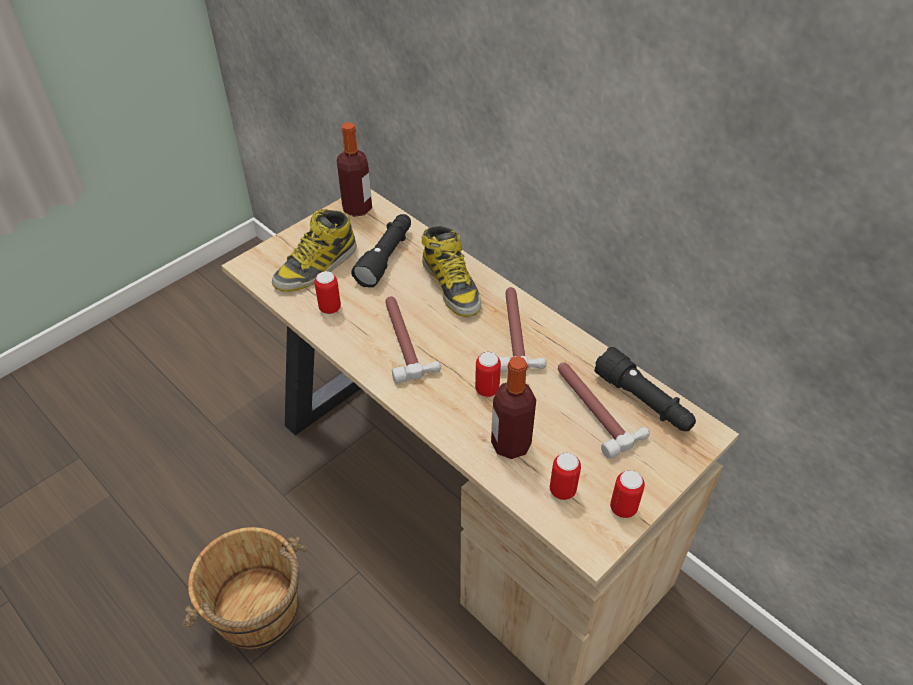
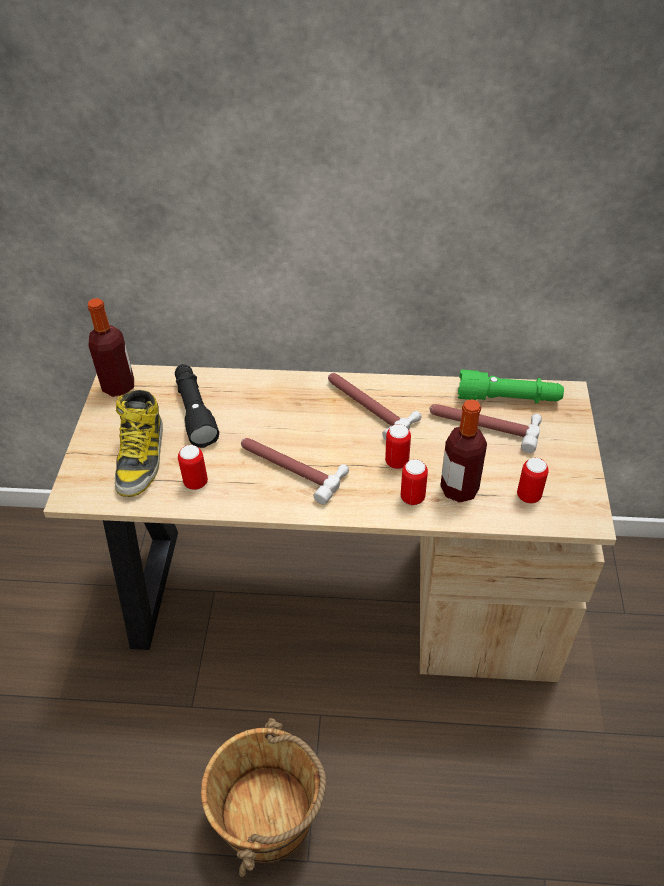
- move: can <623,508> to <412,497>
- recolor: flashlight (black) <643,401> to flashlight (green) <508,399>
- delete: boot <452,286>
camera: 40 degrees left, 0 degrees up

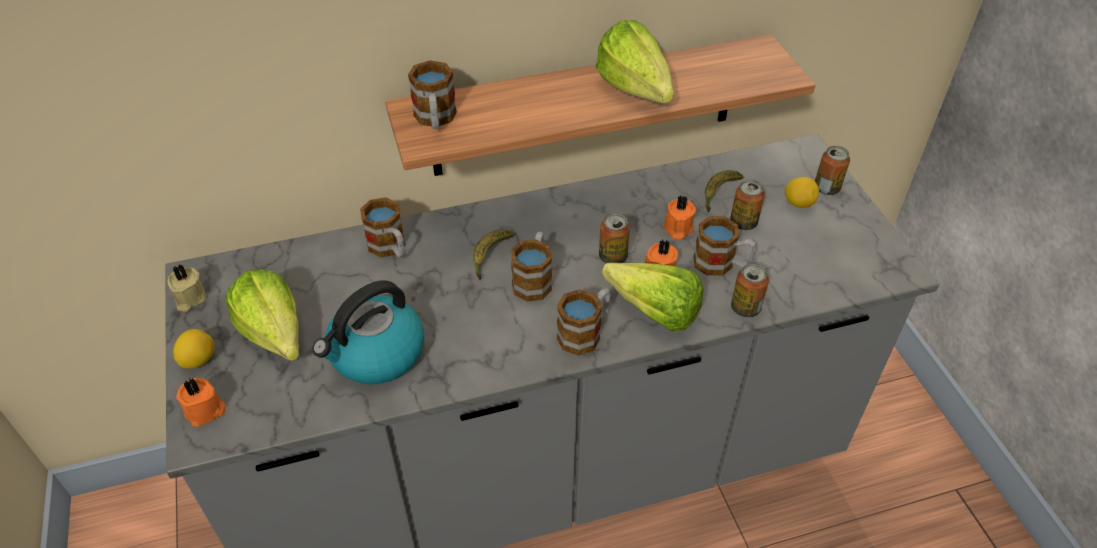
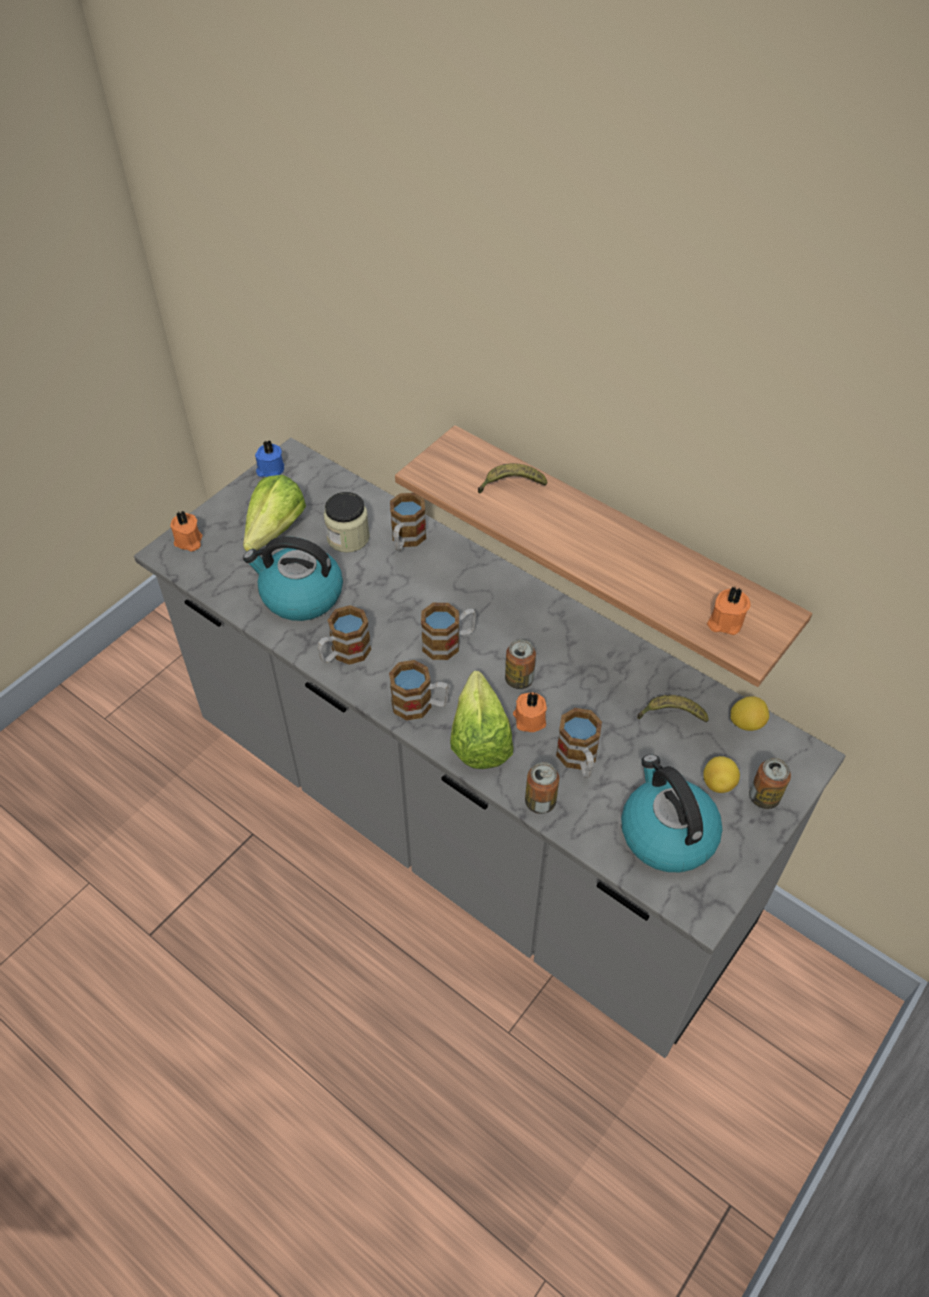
- recolor: candle (beige) <189,299> to candle (blue) <270,470>
- move: mug <435,119> to <344,653>
- insert: jar <348,537>
- move: banana <490,256> to <511,485>
- insert: kettle <666,833>
- move: candle (orange) <677,229> to <724,621>
- move: lemon <198,360> to <746,723>
- delete: lettuce <637,95>
- delete: can <743,223>
camera: 55 degrees right, 5 degrees up

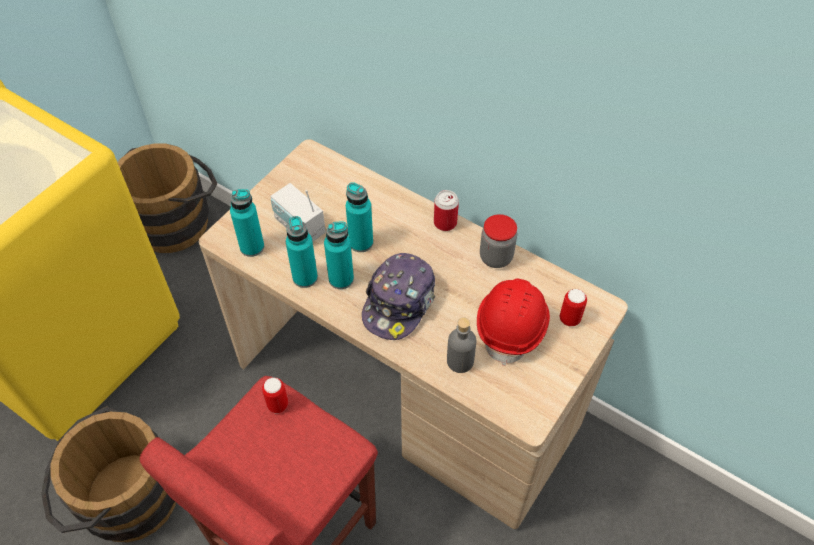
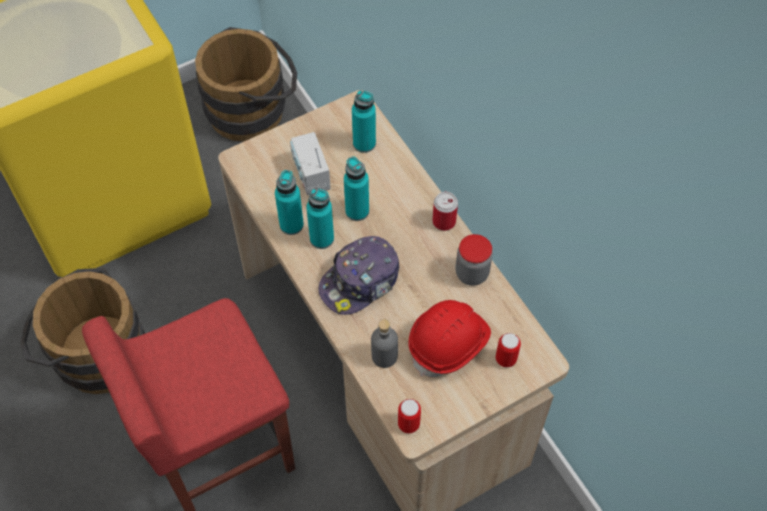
- move: bottle (turquoise) <252,247> to <364,143>
- move: can <278,405> to <408,424>
camera: 25 degrees right, 5 degrees up

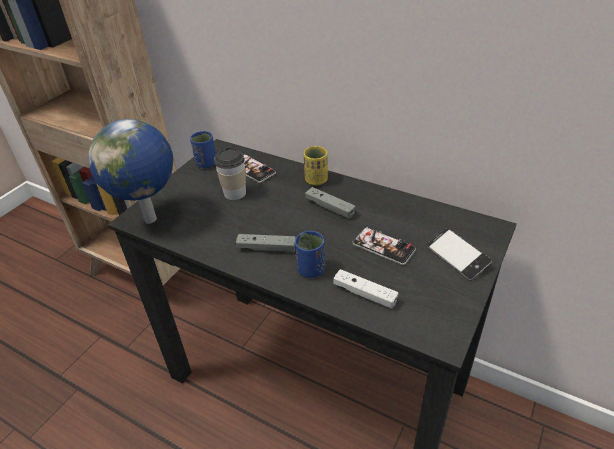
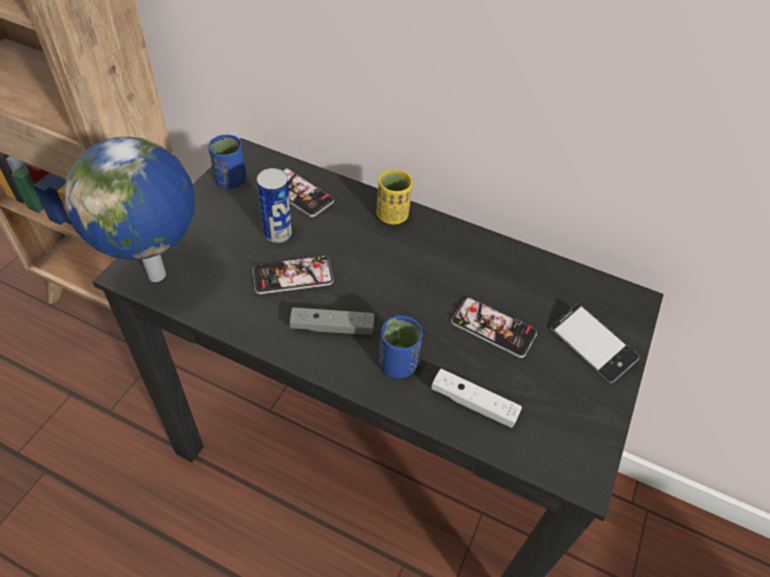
- insert: phone <292,276>
- replace: cup <235,193> to can <277,234>
- delete: game controller (grey) <329,207>
camera: 10 degrees left, 10 degrees up

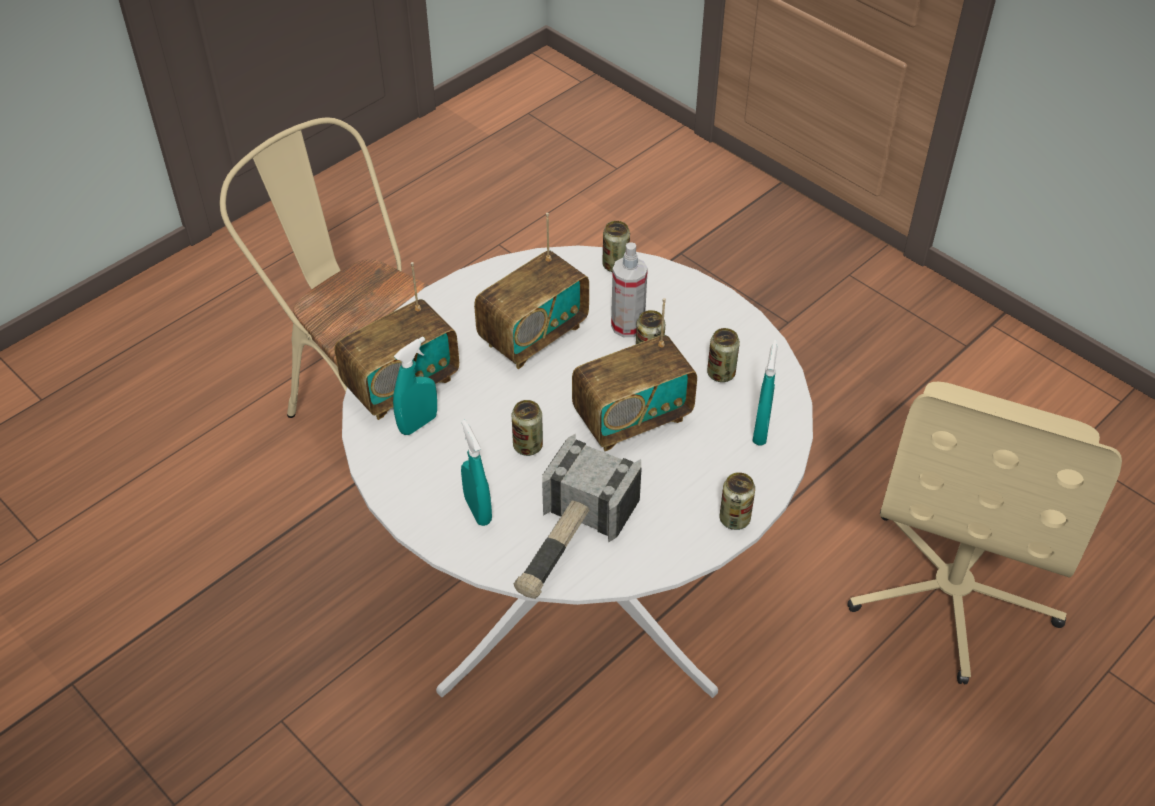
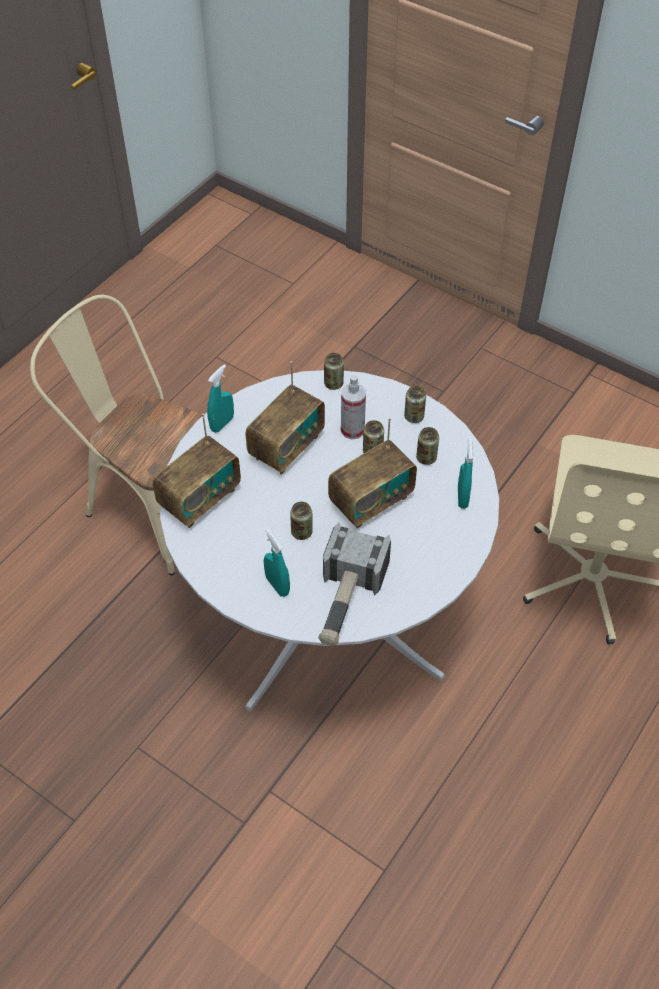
- move: spray bottle (turquoise) <418,423> to <222,424>
- move: can <734,519> to <414,416>
camera: 10 degrees left, 5 degrees up

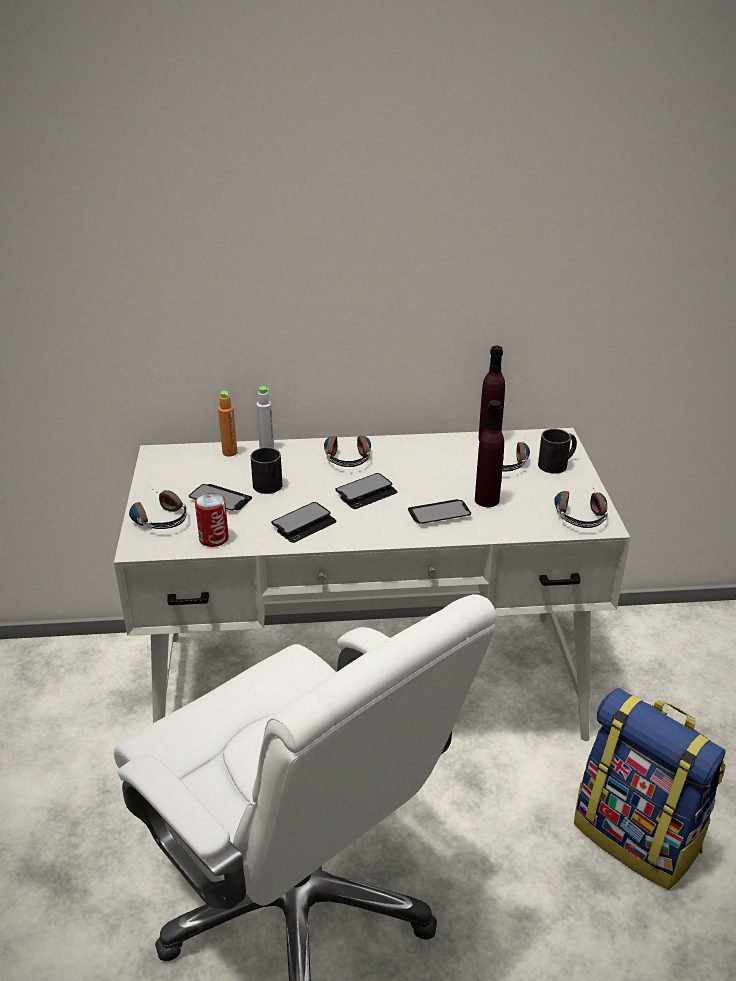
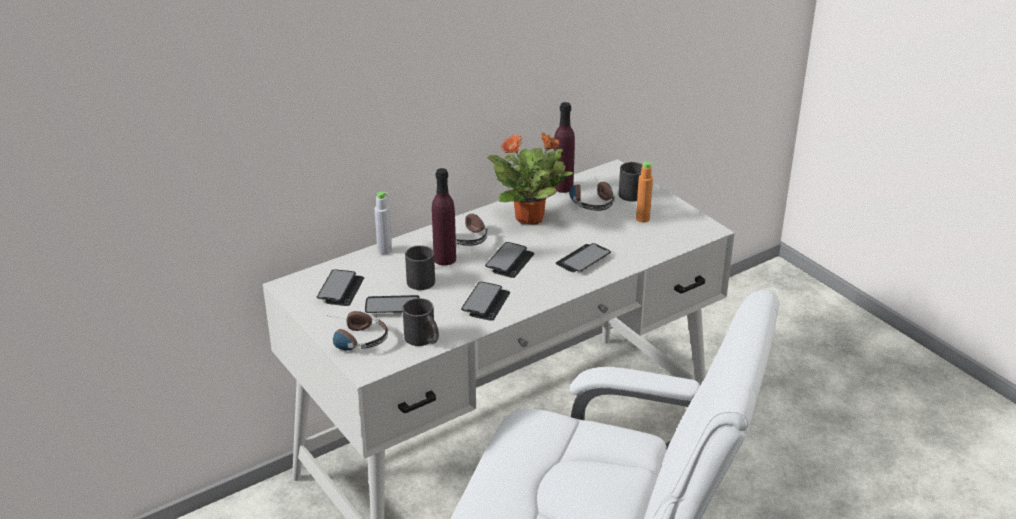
- insert: phone <341,289>
- replace: can <214,538> to mug (black) <423,339>
- move: bottle (purple) <487,500> to <444,259>
- insert: potted plant <530,218>
- move: bottle (orange) <229,452> to <642,219>
- delete: headphones <579,512>
- delete: backpack <638,837>
camera: 30 degrees left, 0 degrees up

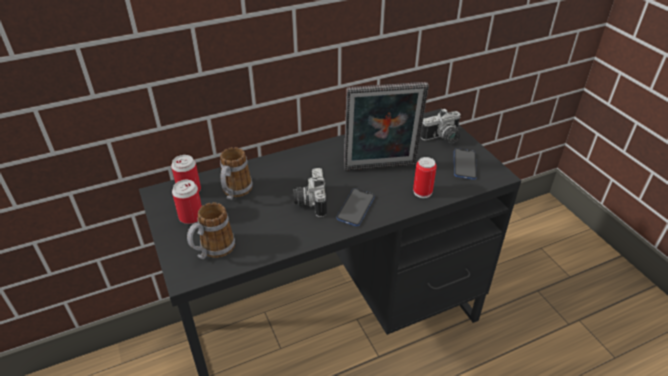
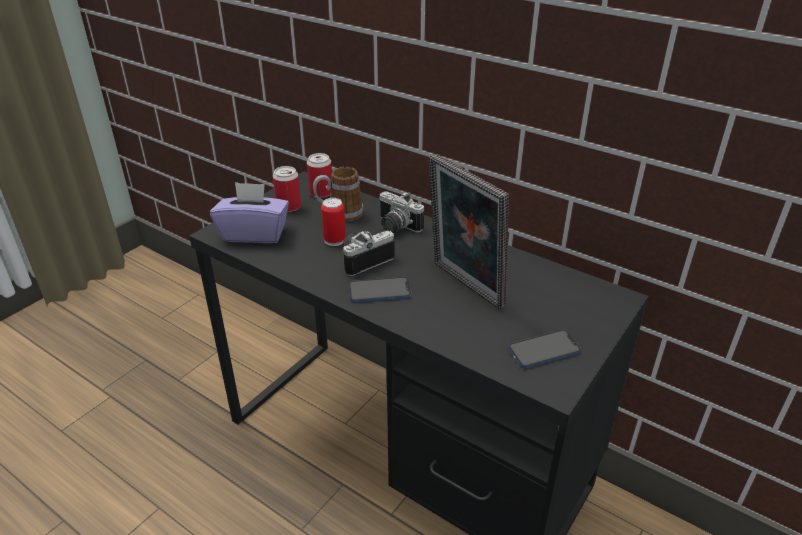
- replace: mug <213,250> to tissue box (purple) <254,233>
- move: can <422,192> to <334,240>
- move: photo camera <443,138> to <395,227>
camera: 60 degrees right, 5 degrees down

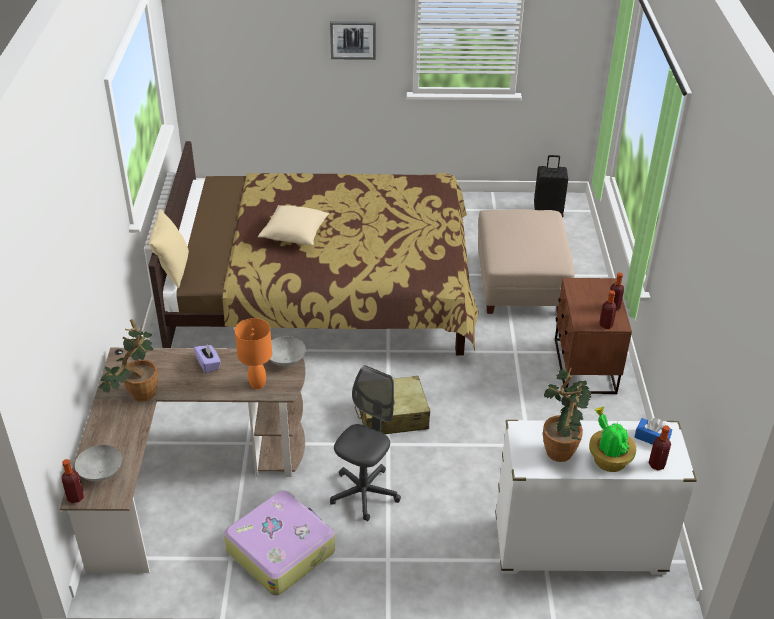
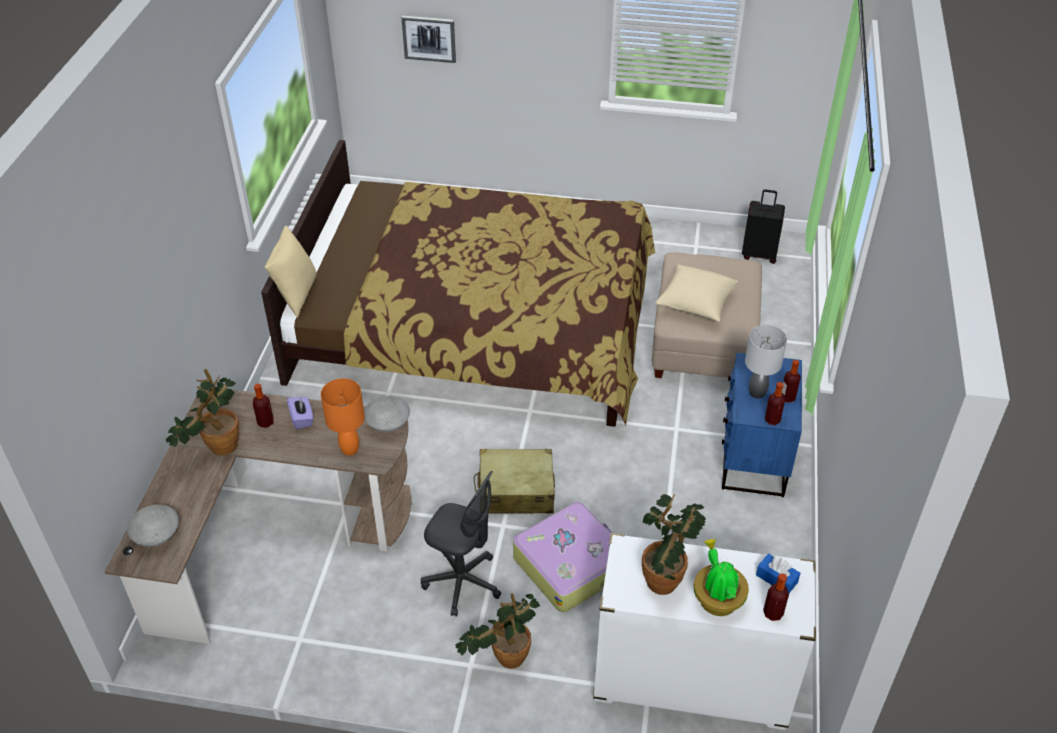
- move: bottle <75,497> to <265,422>
- move: picture <353,39> to <429,38>
- rotate: office chair (grey) <364,493> = <462,582> 75 degrees clockwise
- insert: potted plant <503,658>
- move: suitcase <281,550> to <570,564>
- move: pillow (beige) <295,235> to <696,303>
- recolor: nightstand (brown) <583,367> to nightstand (blue) <753,457>
- insert: table lamp (grey) <757,393>
camera: 10 degrees right, 5 degrees up

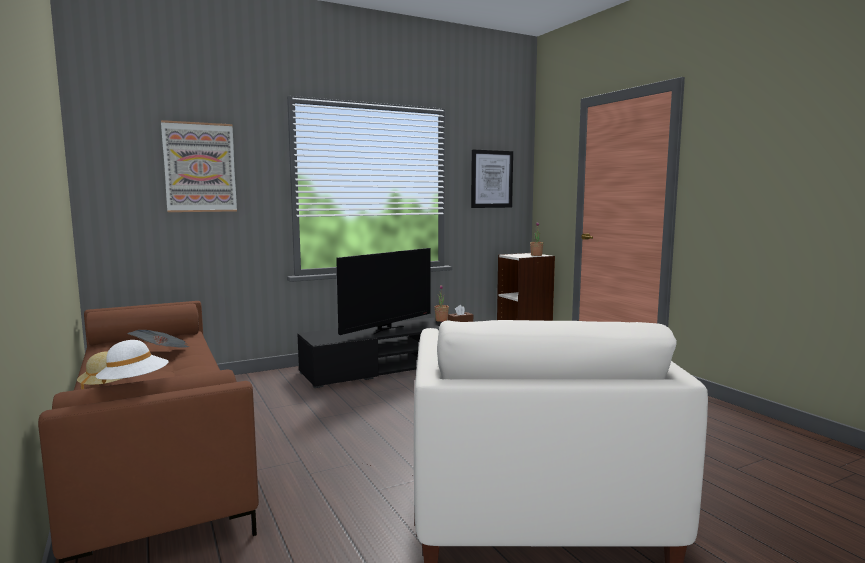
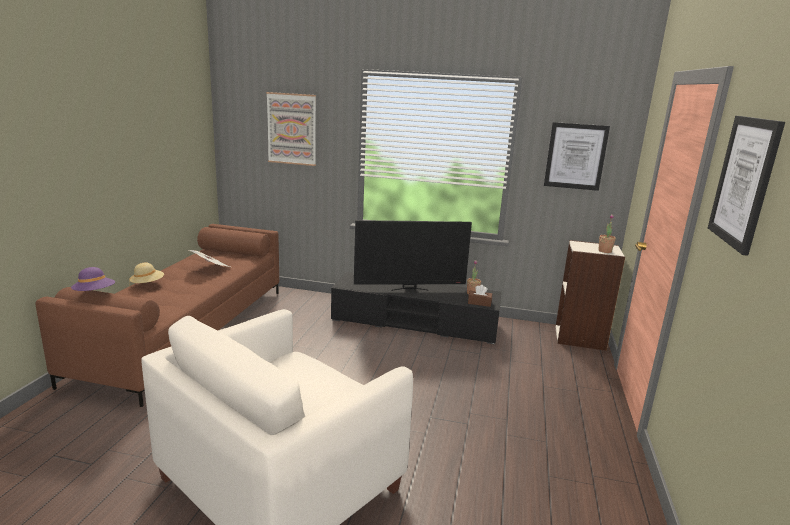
- recolor: hat (white) <134,384> to hat (purple) <94,293>
- insert: picture <744,182>
camera: 40 degrees right, 10 degrees up

